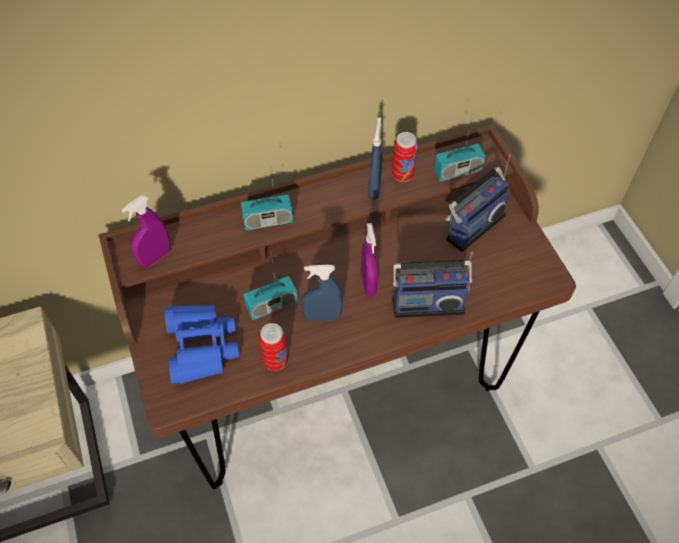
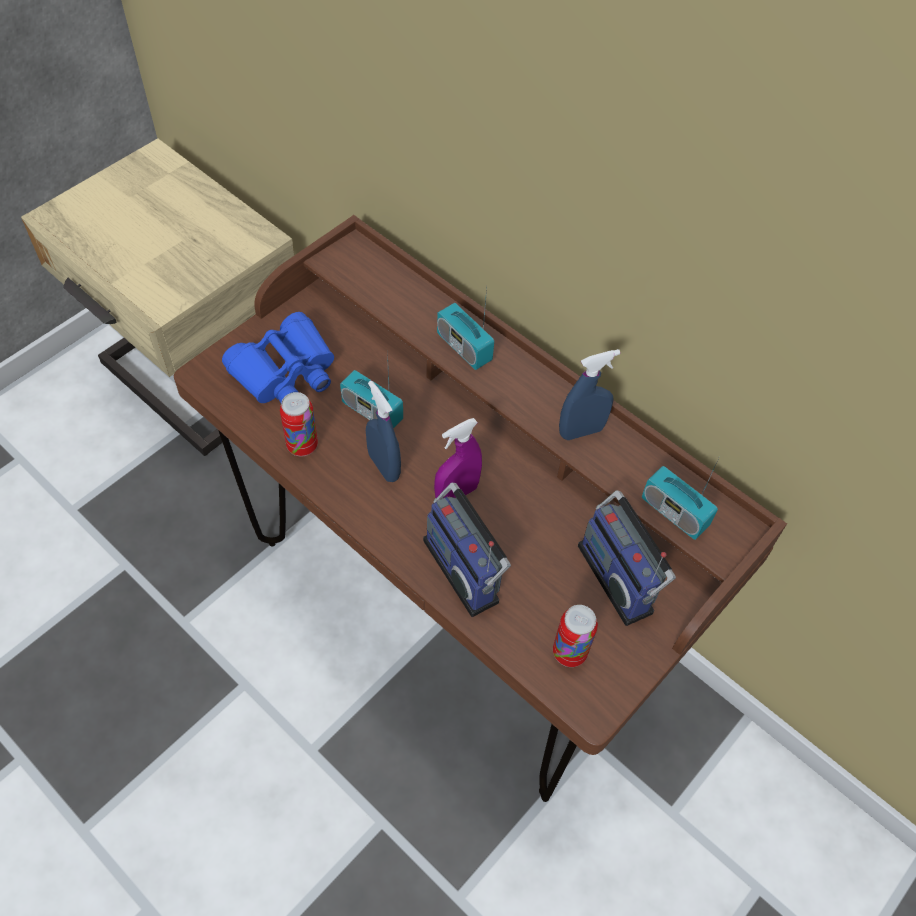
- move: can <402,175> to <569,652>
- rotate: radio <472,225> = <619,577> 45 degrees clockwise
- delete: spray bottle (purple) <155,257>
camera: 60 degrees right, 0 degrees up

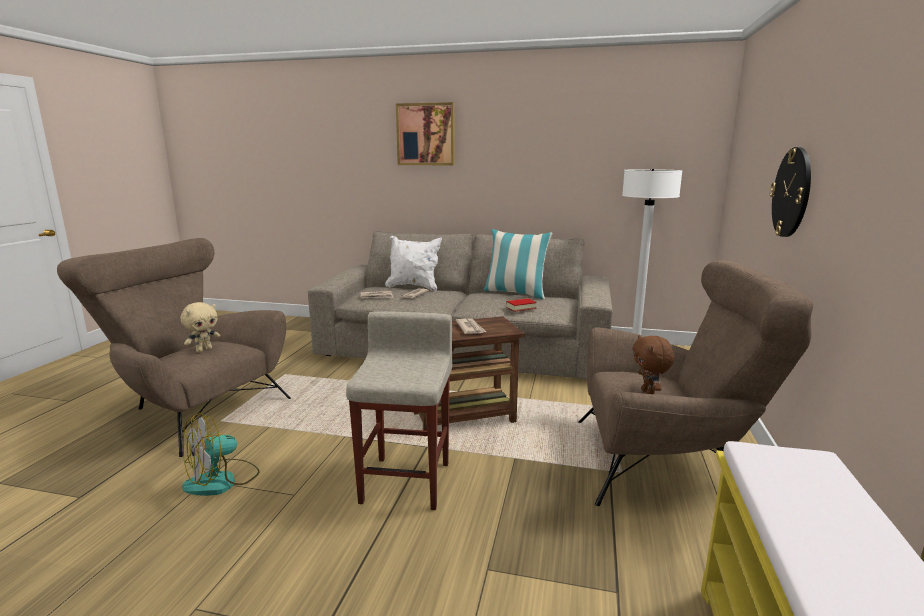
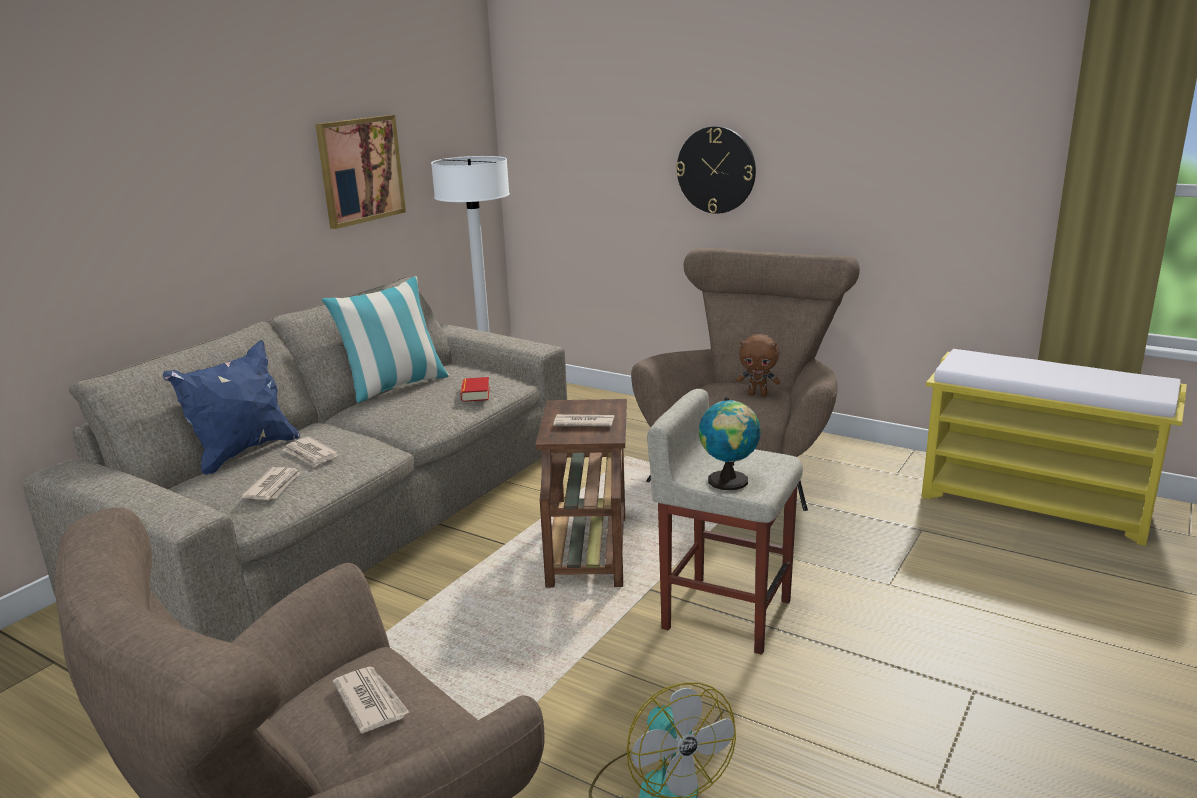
- recolor: pillow (white) <413,287> to pillow (blue) <243,452>
- move: picture <425,134> to <360,170>
- replace: plush toy (beige) <204,350> to newspaper <371,701>
- insert: globe <729,482>
camera: 70 degrees left, 5 degrees up

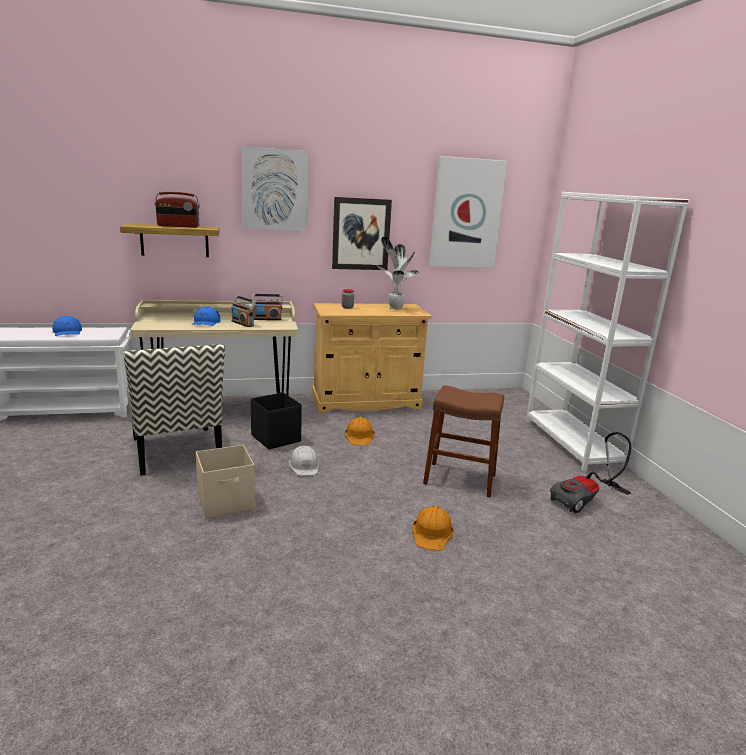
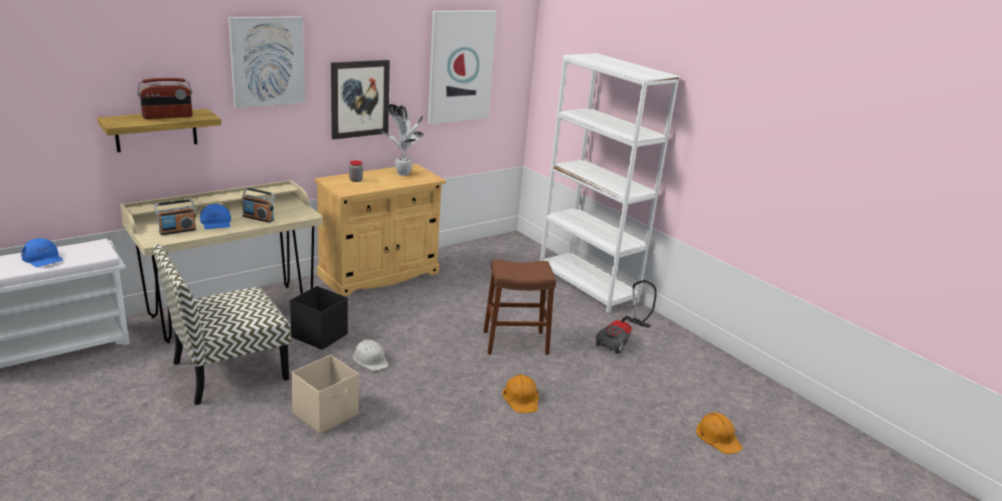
- rotate: chair <177,451> = <228,371> 105 degrees clockwise
- move: radio <267,319> to <177,231>
- move: hard hat (orange) <359,436> to <718,436>
camera: 25 degrees left, 5 degrees up

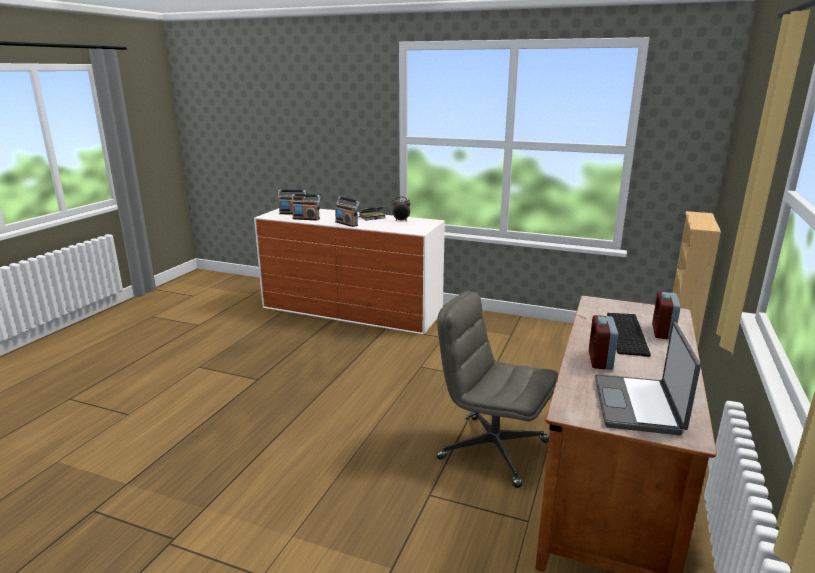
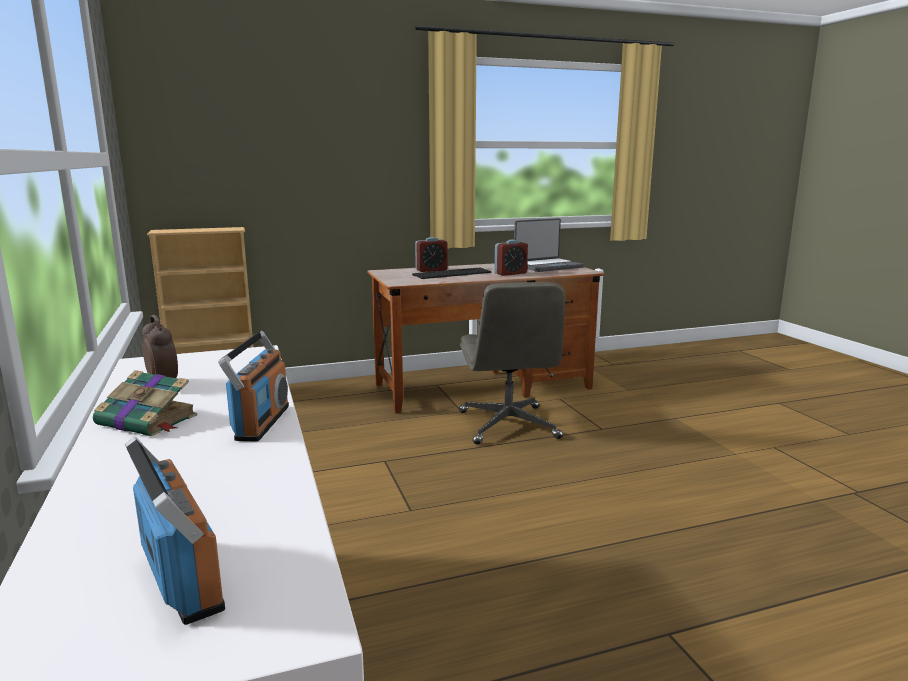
- delete: radio <306,219>
camera: 130 degrees left, 5 degrees down

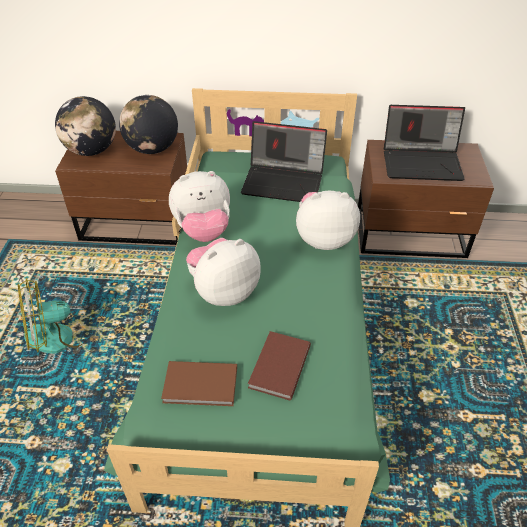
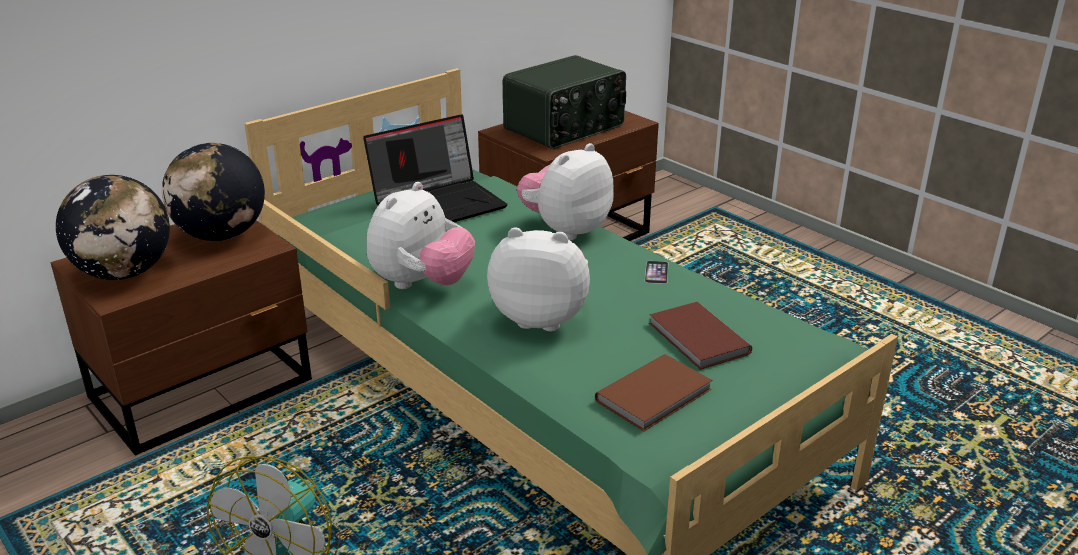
- rotate: plush toy <224,291> = <541,318> 90 degrees clockwise
- replace: laptop <422,162> to radio <565,128>
- insert: phone <656,272>
camera: 45 degrees left, 15 degrees down

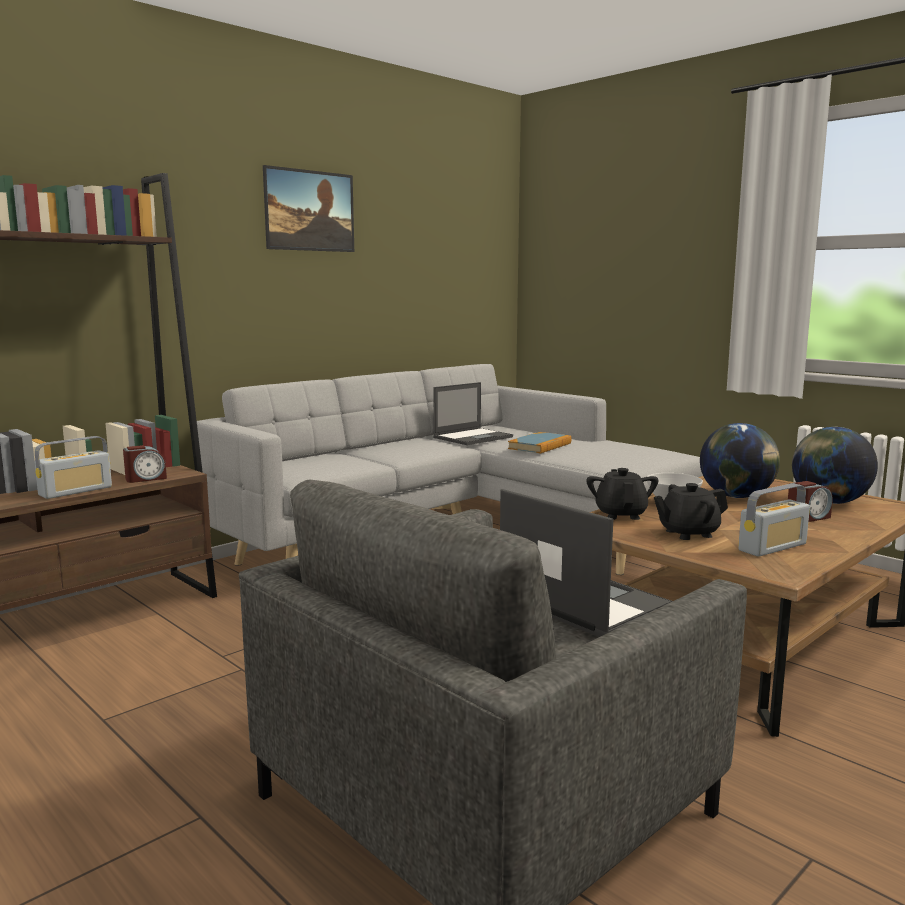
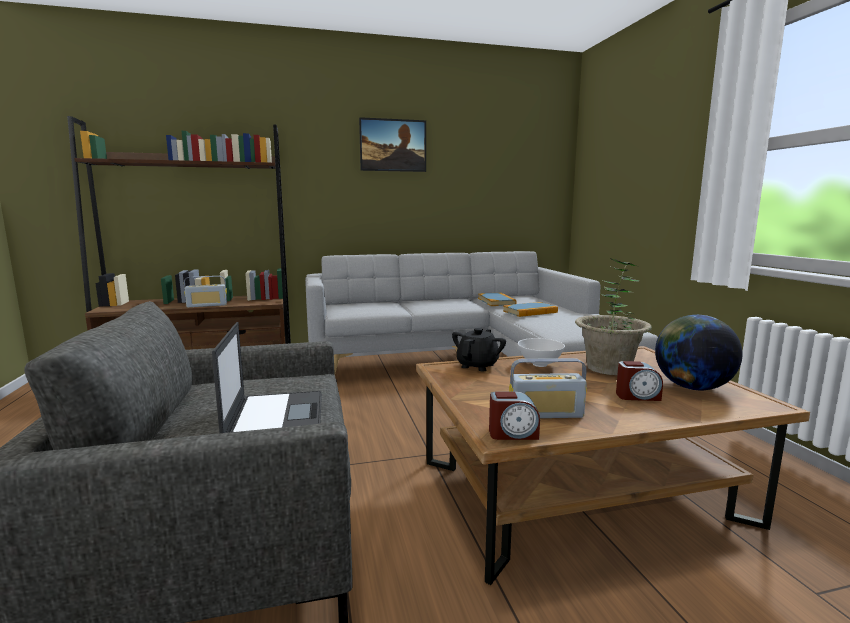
- replace: laptop <473,437> to book <496,301>
- move: alarm clock <145,479> to <513,434>
- replace: globe <737,496> to potted plant <609,368>
- delete: teapot (black) <688,533>
camera: 30 degrees right, 0 degrees up

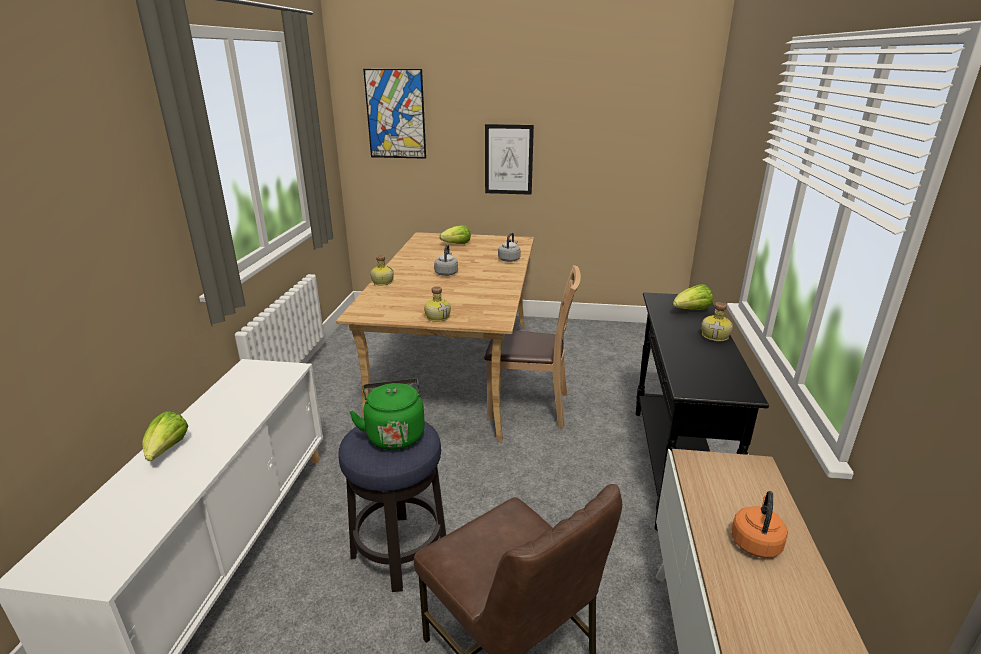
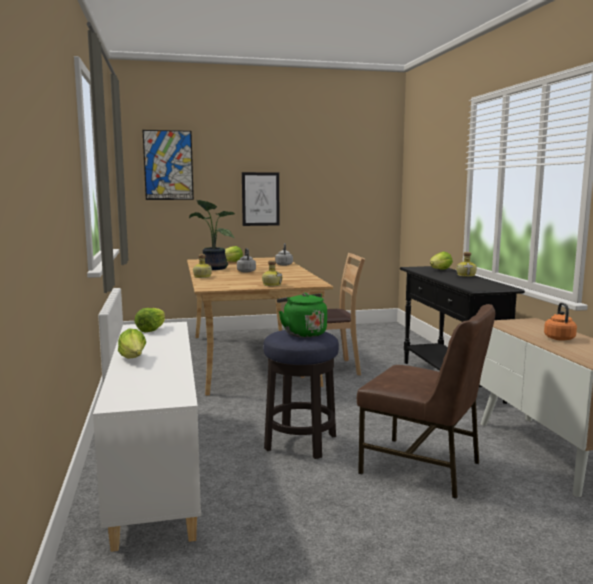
- insert: lettuce <152,330>
- insert: potted plant <212,268>
camera: 20 degrees left, 15 degrees down

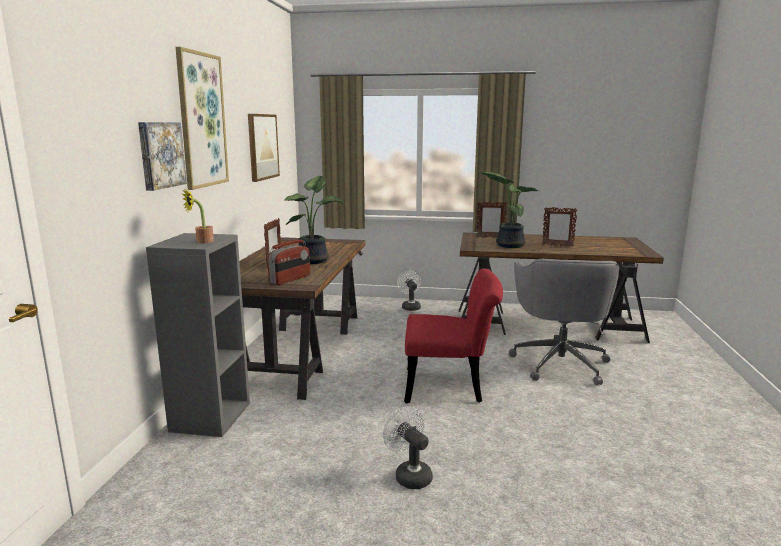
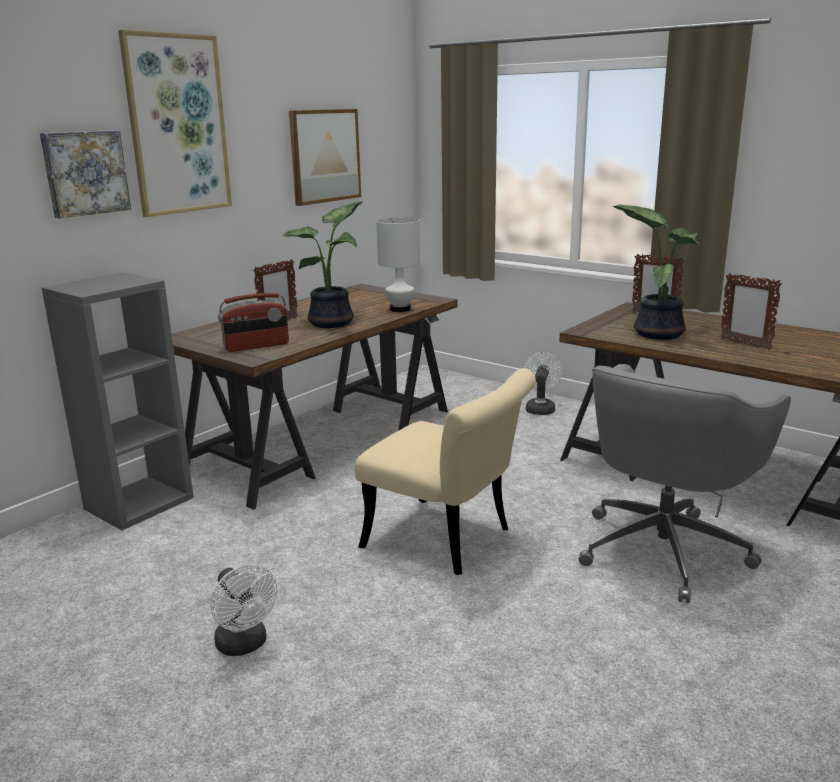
- rotate: fan (white) <409,475> = <245,645> 150 degrees clockwise
- recolor: chair (red) <451,386> to chair (beige) <448,541>
- insert: table lamp (white) <400,309>
- delete: potted plant <201,242>
camera: 30 degrees right, 5 degrees up

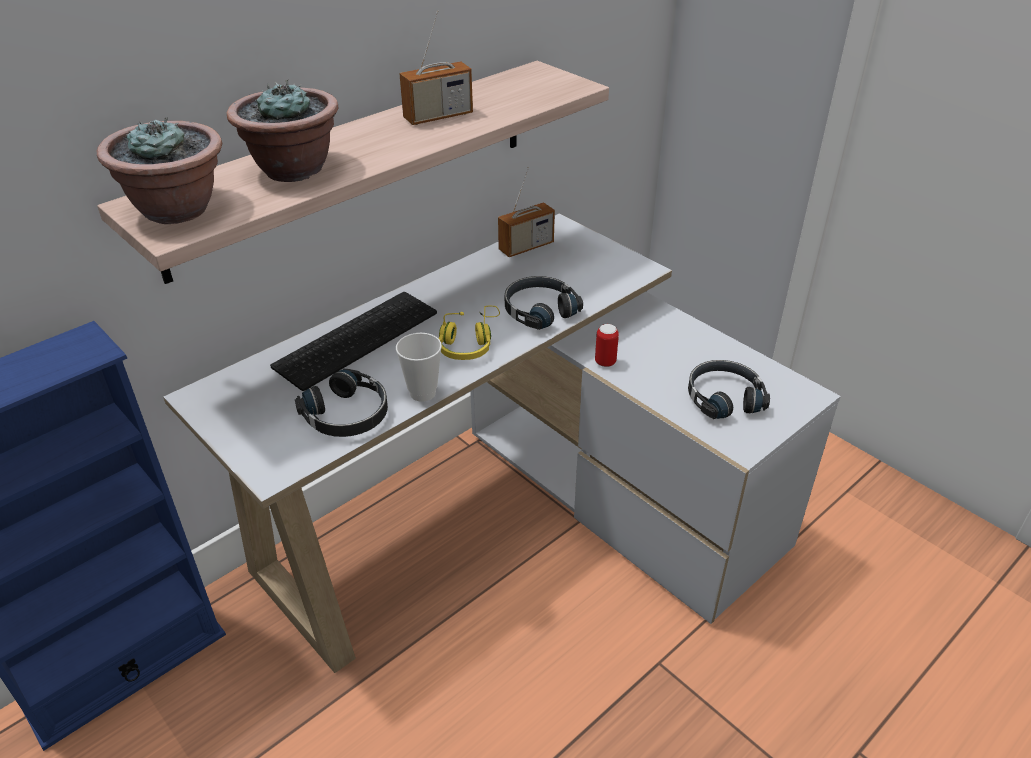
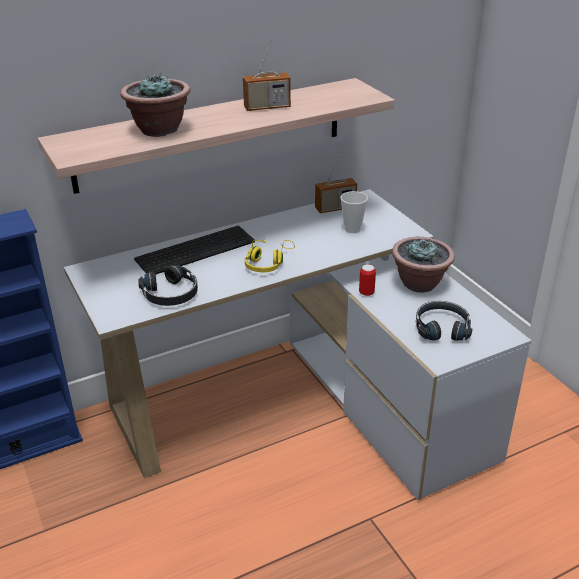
- move: cup <423,393> to <352,229>
- move: potted plant <177,209> to <420,283>
- delete: headphones (black) <539,310>
camera: 15 degrees right, 5 degrees down

